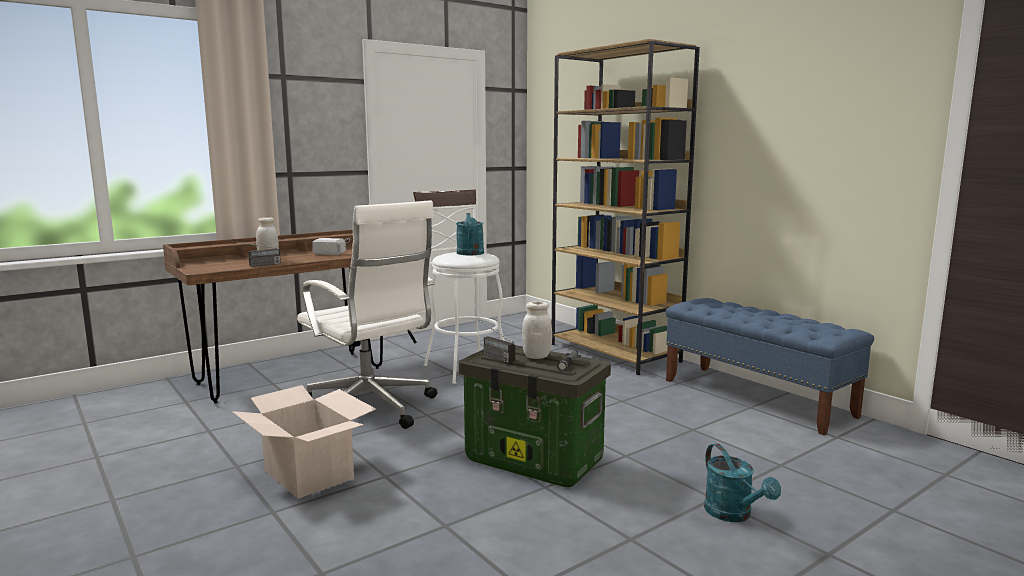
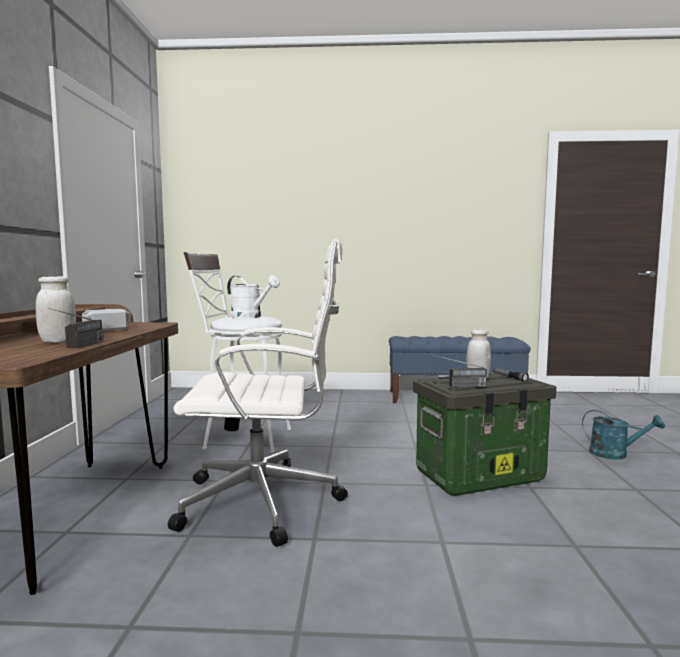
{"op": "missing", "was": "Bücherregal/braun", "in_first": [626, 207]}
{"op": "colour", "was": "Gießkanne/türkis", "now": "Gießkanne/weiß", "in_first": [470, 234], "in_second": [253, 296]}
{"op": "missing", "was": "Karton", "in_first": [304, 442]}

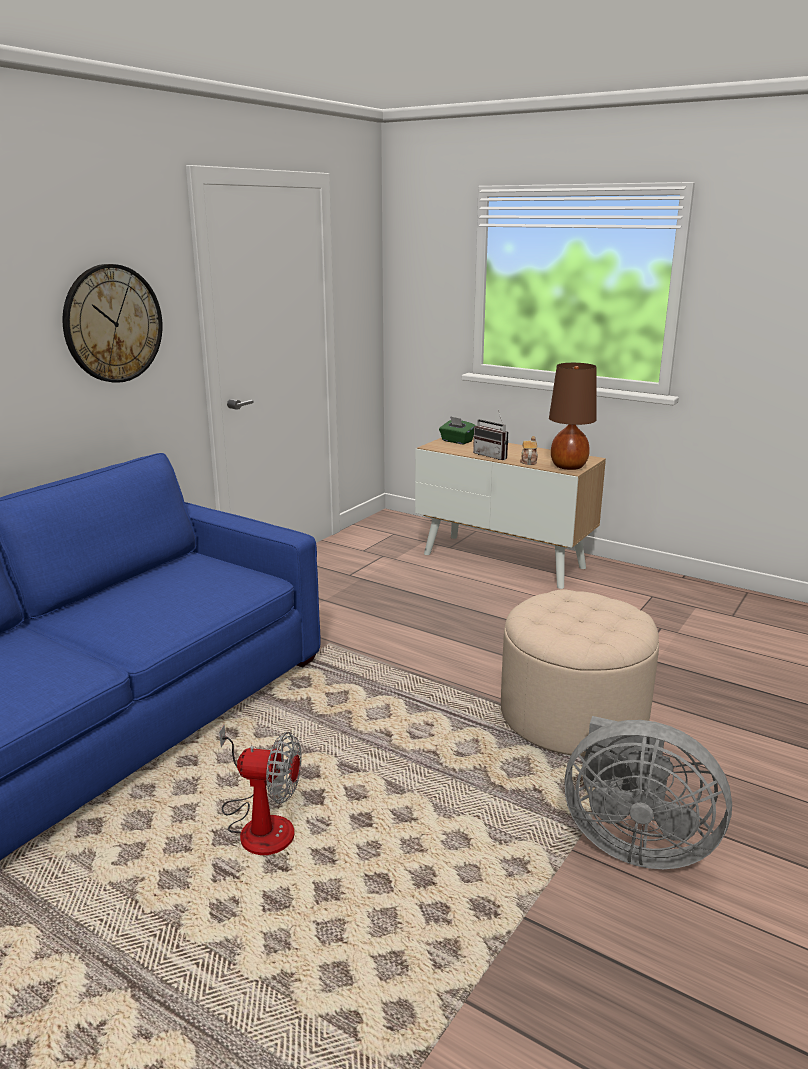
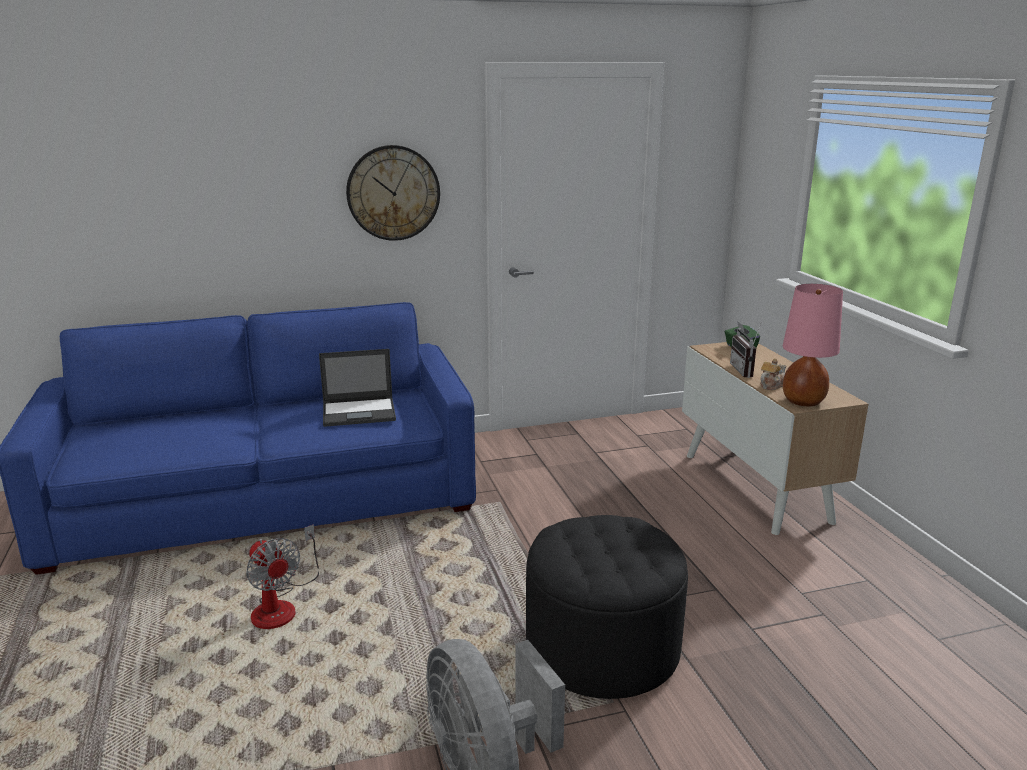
{"op": "colour", "was": "Tischlampe/braun", "now": "Tischlampe/rosa", "in_first": [573, 416], "in_second": [813, 345]}
{"op": "colour", "was": "Polsterhocker/beige", "now": "Polsterhocker/schwarz", "in_first": [580, 672], "in_second": [607, 607]}
{"op": "appeared", "now": "Laptop", "in_second": [357, 388]}

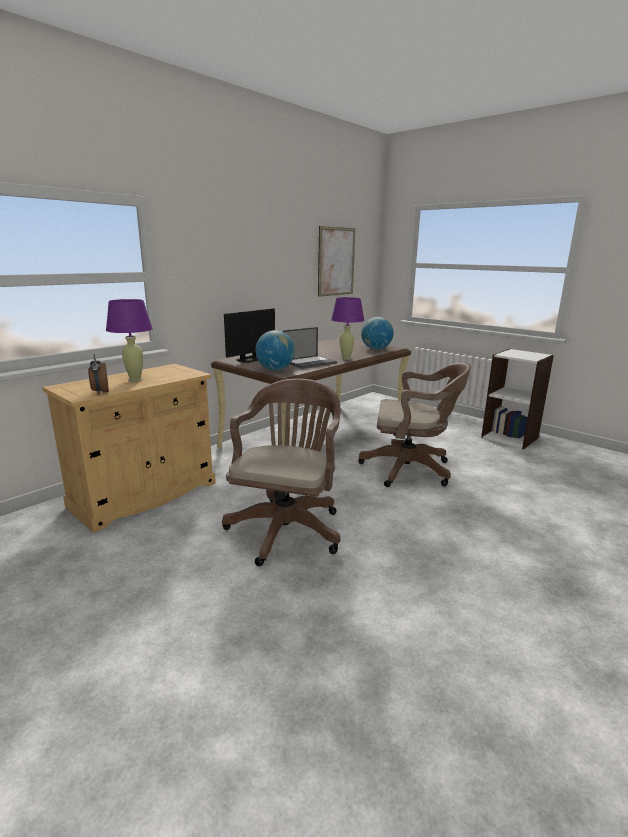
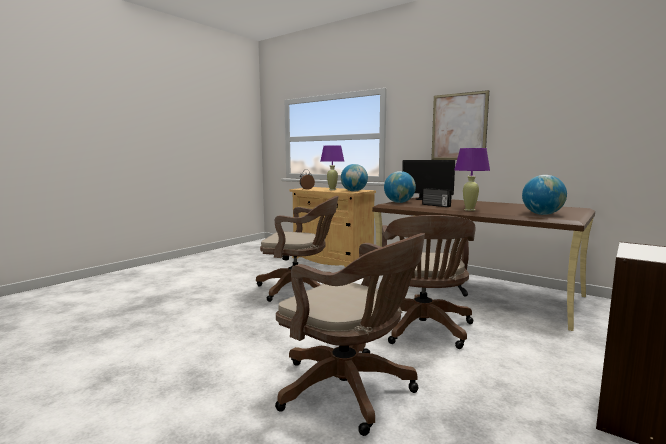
{"op": "relocated", "was": "Bild", "in_first": [336, 261], "in_second": [460, 125]}
{"op": "exchanged", "was": "Laptop", "now": "Radio", "in_first": [310, 348], "in_second": [437, 197]}
{"op": "appeared", "now": "Globus", "in_second": [354, 178]}
{"op": "appeared", "now": "Bürostuhl/braun", "in_second": [350, 334]}

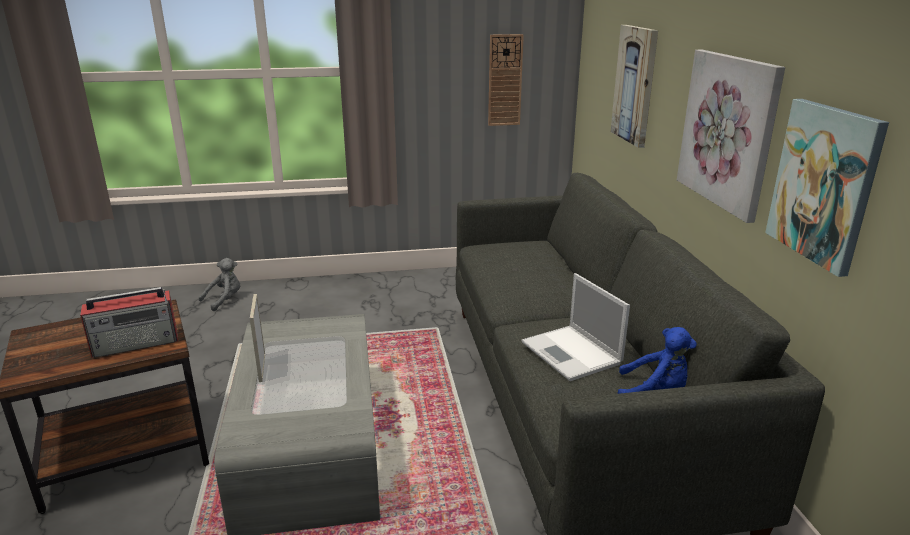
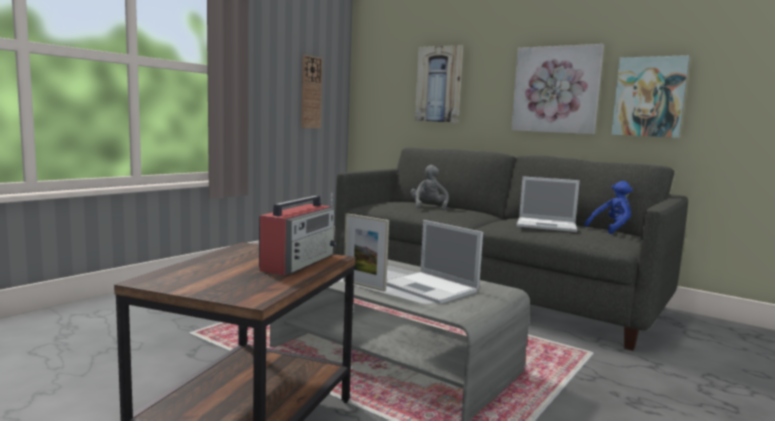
{"op": "relocated", "was": "Plüschtier/grau", "in_first": [219, 284], "in_second": [429, 188]}
{"op": "appeared", "now": "Laptop", "in_second": [434, 262]}

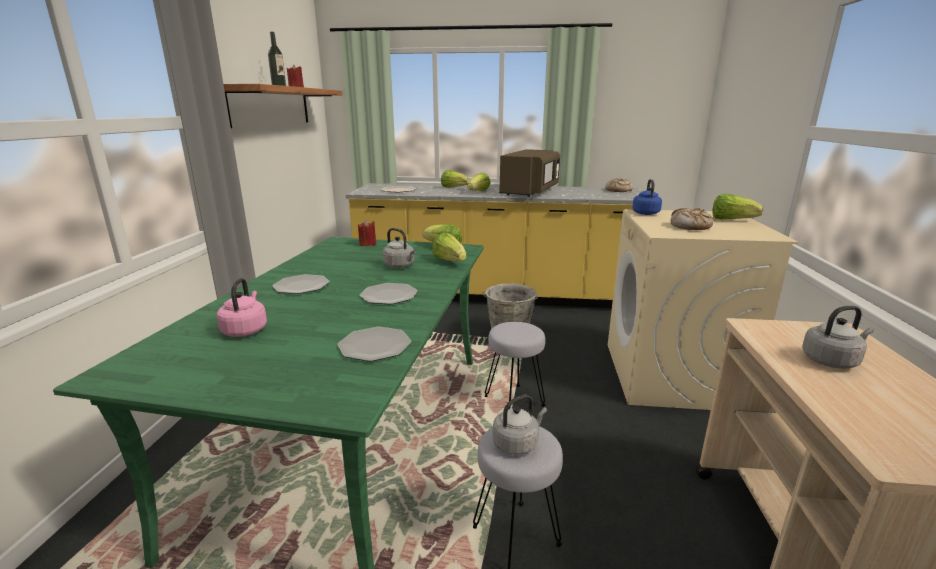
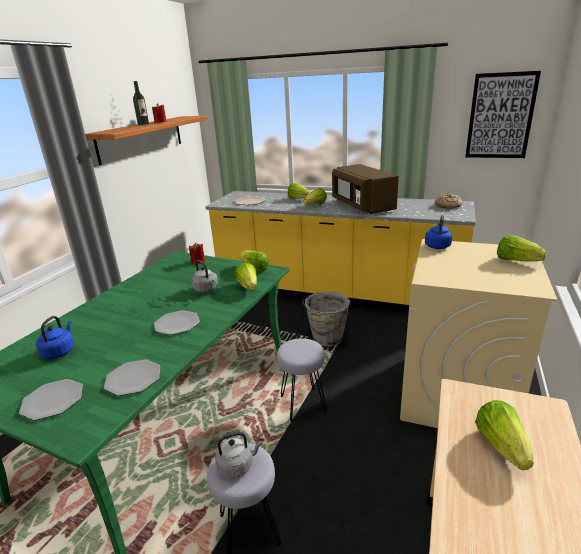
{"op": "spun", "was": "Mikrowelle/braun", "in_first": [529, 173], "in_second": [365, 189], "clockwise": 120}
{"op": "missing", "was": "Brot", "in_first": [691, 219]}
{"op": "relocated", "was": "Teller", "in_first": [301, 284], "in_second": [51, 399]}
{"op": "colour", "was": "Wasserkessel/rosa", "now": "Wasserkessel/blau", "in_first": [242, 307], "in_second": [55, 337]}
{"op": "exchanged", "was": "Wasserkessel/grau", "now": "Salatkopf", "in_first": [838, 337], "in_second": [504, 435]}
{"op": "appeared", "now": "Bild", "in_second": [503, 114]}

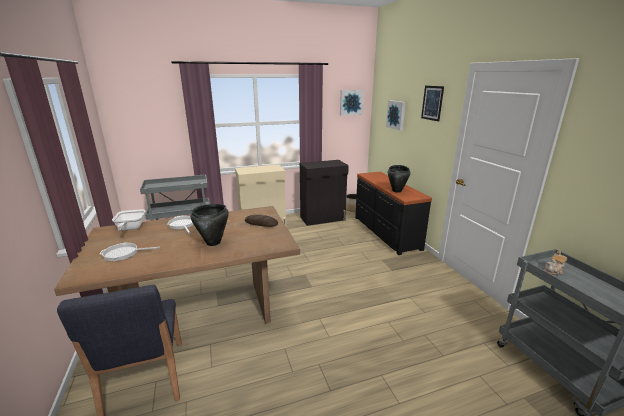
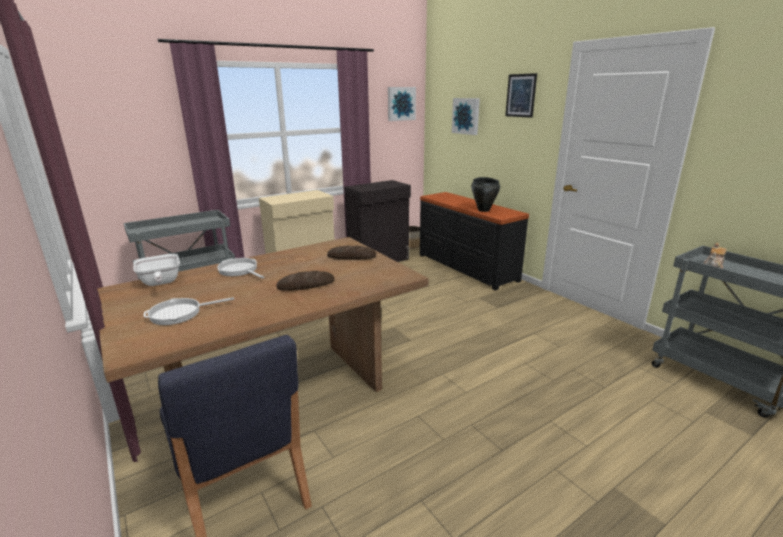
{"op": "exchanged", "was": "Kochtopf/schwarz", "now": "Brot", "in_first": [210, 225], "in_second": [305, 281]}

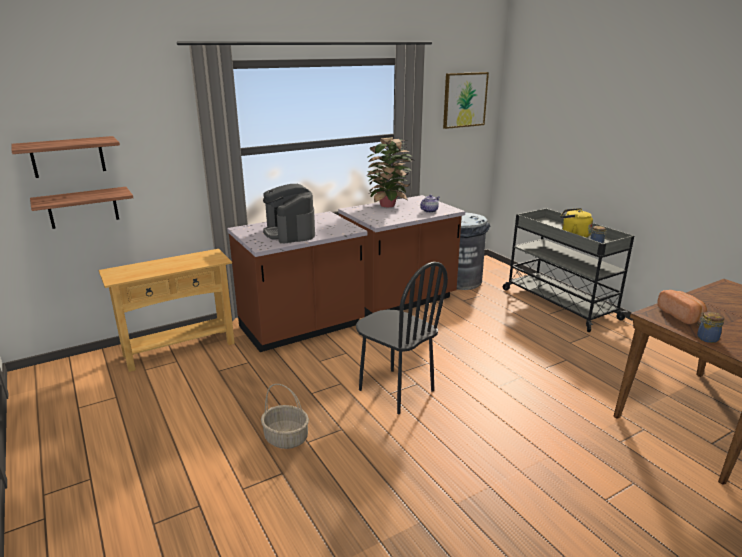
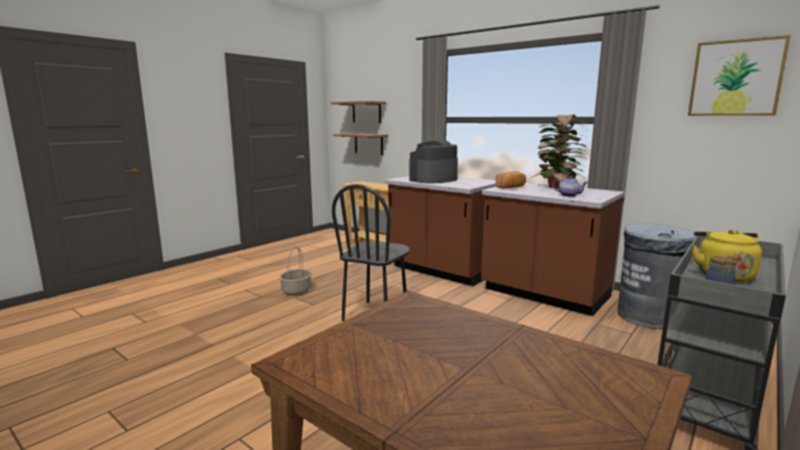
{"op": "relocated", "was": "Brot", "in_first": [682, 307], "in_second": [510, 179]}
{"op": "missing", "was": "Vorratsglas", "in_first": [710, 327]}

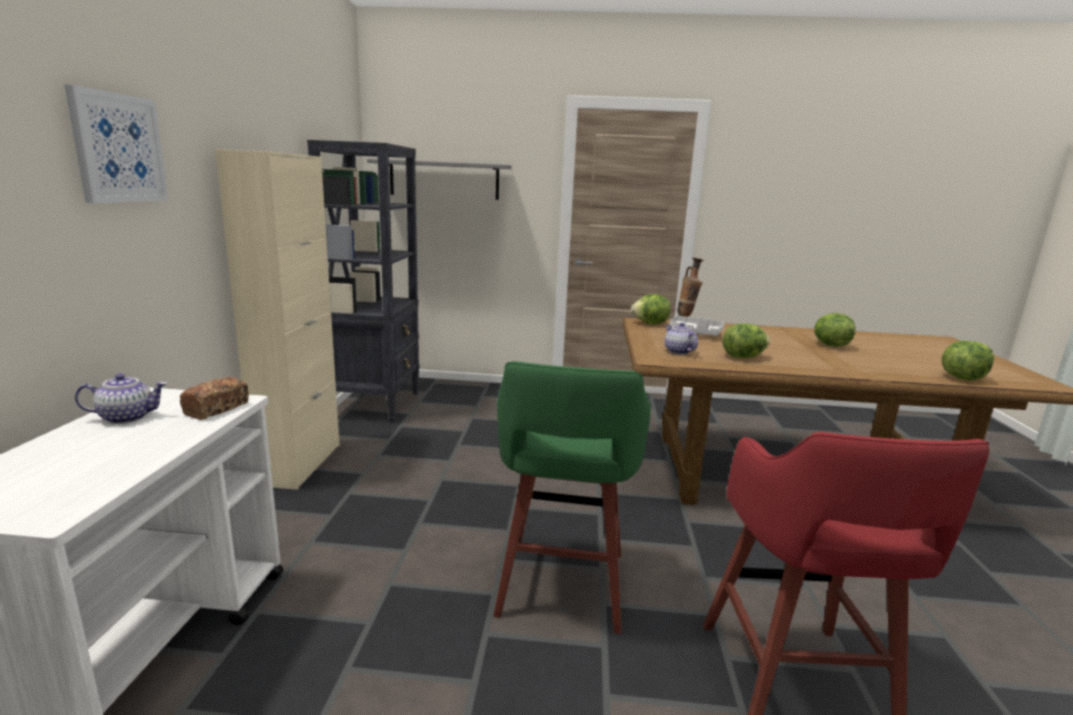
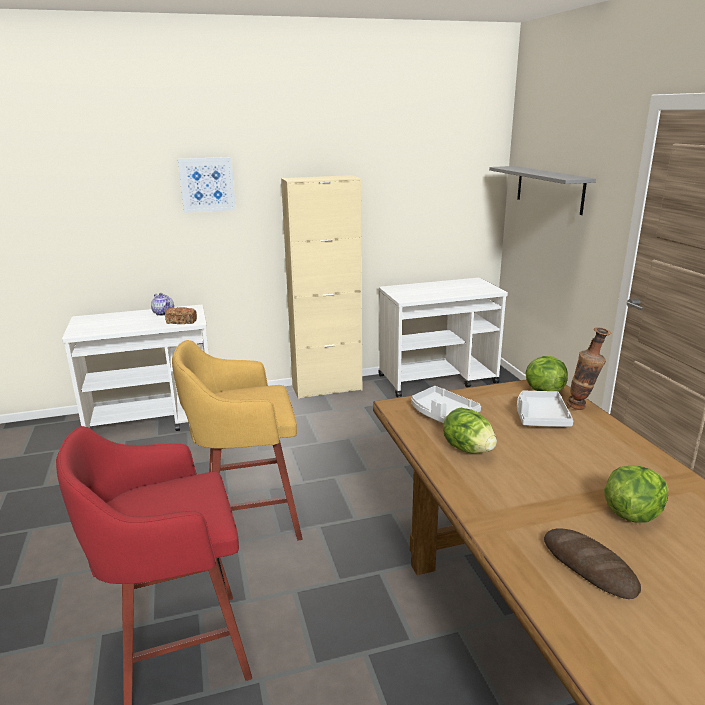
{"op": "exchanged", "was": "Bücherregal/schwarz", "now": "Rollwagen/weiß", "in_first": [363, 281], "in_second": [443, 337]}
{"op": "exchanged", "was": "Teekanne", "now": "Tablett/grau", "in_first": [681, 339], "in_second": [446, 404]}
{"op": "missing", "was": "Salatkopf", "in_first": [968, 361]}
{"op": "colour", "was": "Hocker/grün", "now": "Hocker/gelb", "in_first": [572, 497], "in_second": [237, 440]}
{"op": "appeared", "now": "Brot", "in_second": [592, 563]}

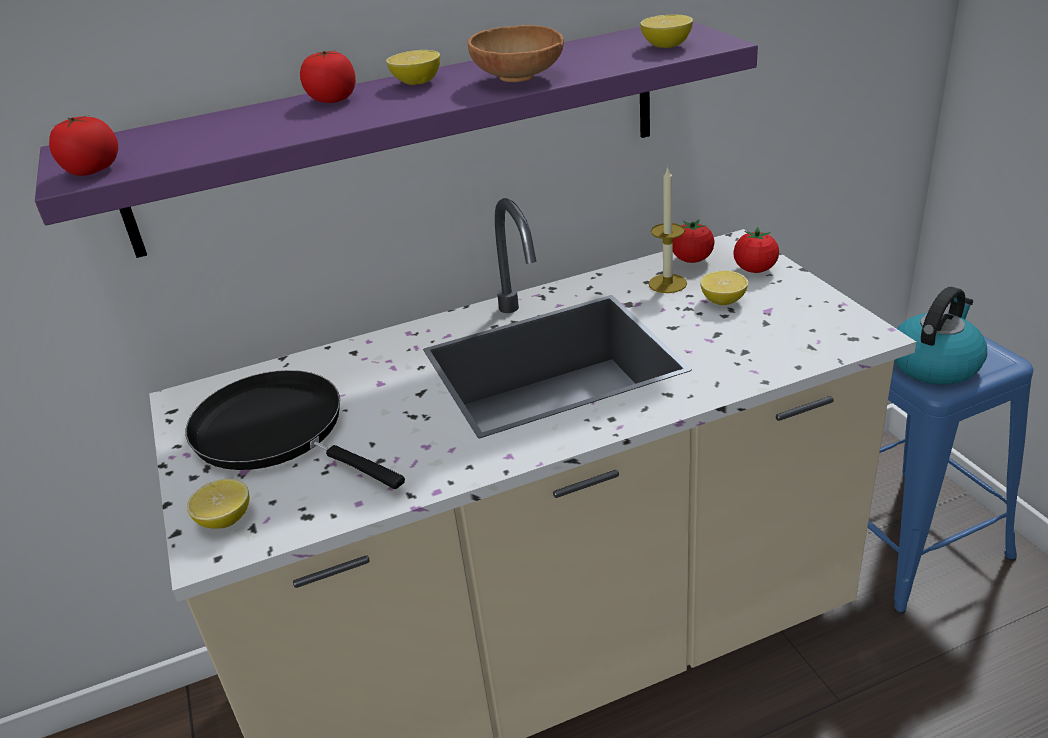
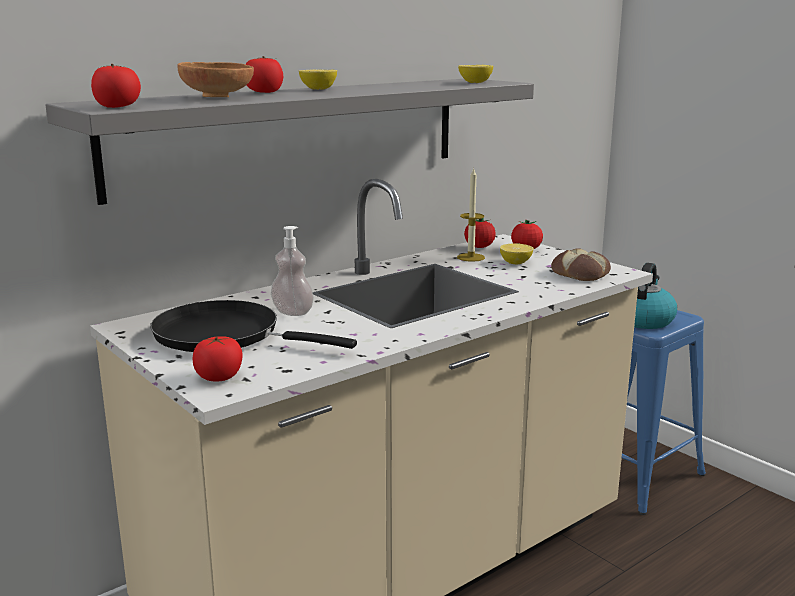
{"op": "colour", "was": "Wandregal/lila", "now": "Wandregal/grau", "in_first": [396, 139], "in_second": [290, 142]}
{"op": "relocated", "was": "Schüssel/braun", "in_first": [516, 53], "in_second": [216, 79]}
{"op": "exchanged", "was": "Zitrone", "now": "Tomate", "in_first": [218, 504], "in_second": [218, 358]}
{"op": "appeared", "now": "Seifenspender", "in_second": [292, 271]}
{"op": "appeared", "now": "Brot", "in_second": [581, 264]}

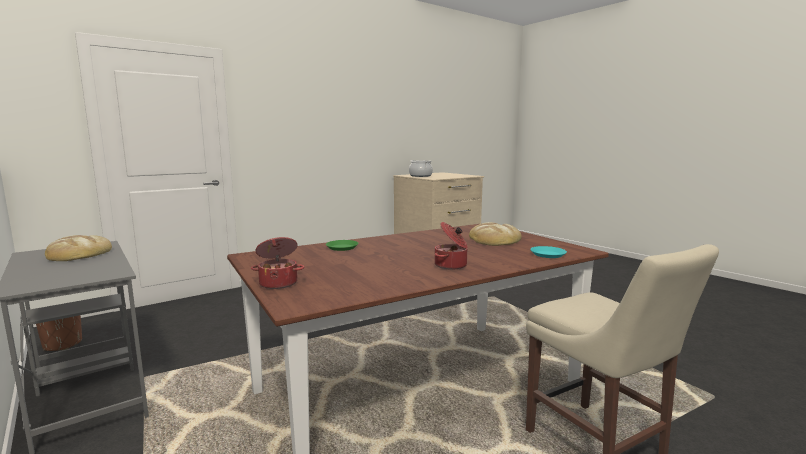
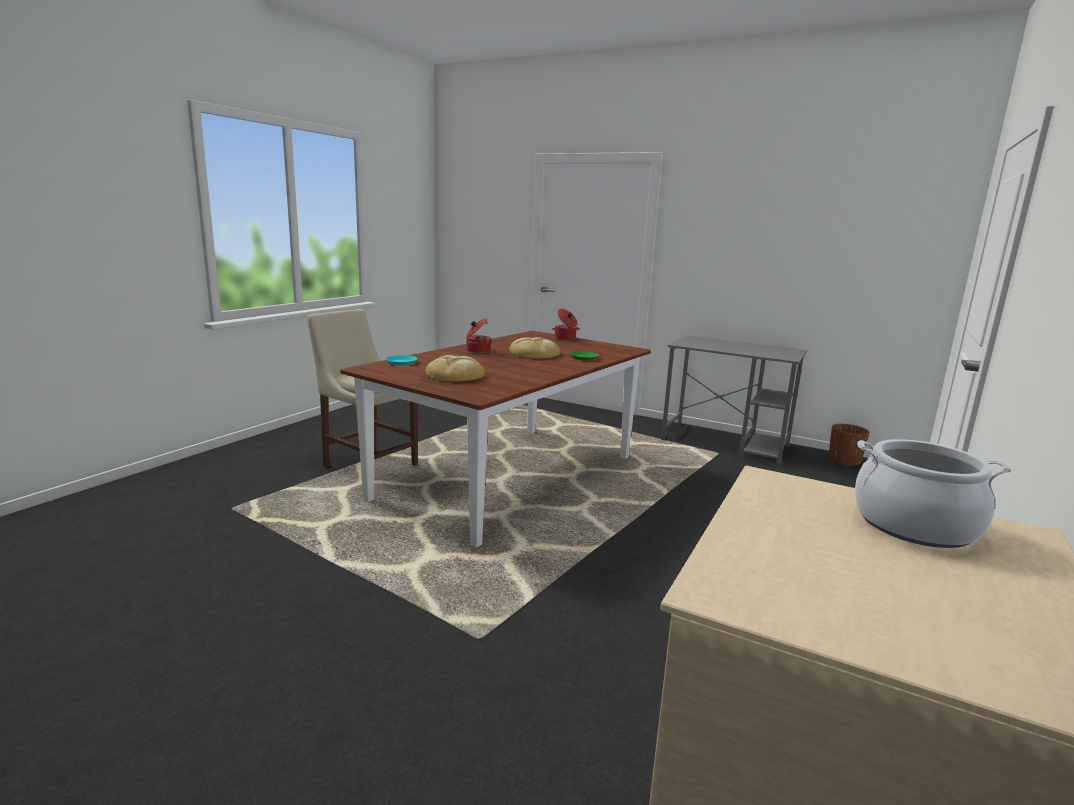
{"op": "relocated", "was": "Brot", "in_first": [78, 248], "in_second": [535, 348]}

